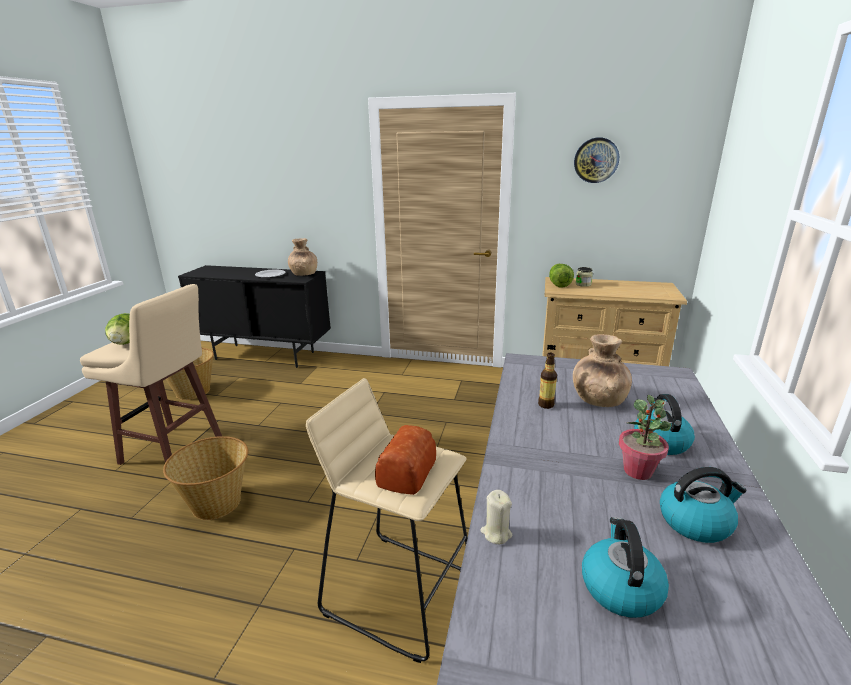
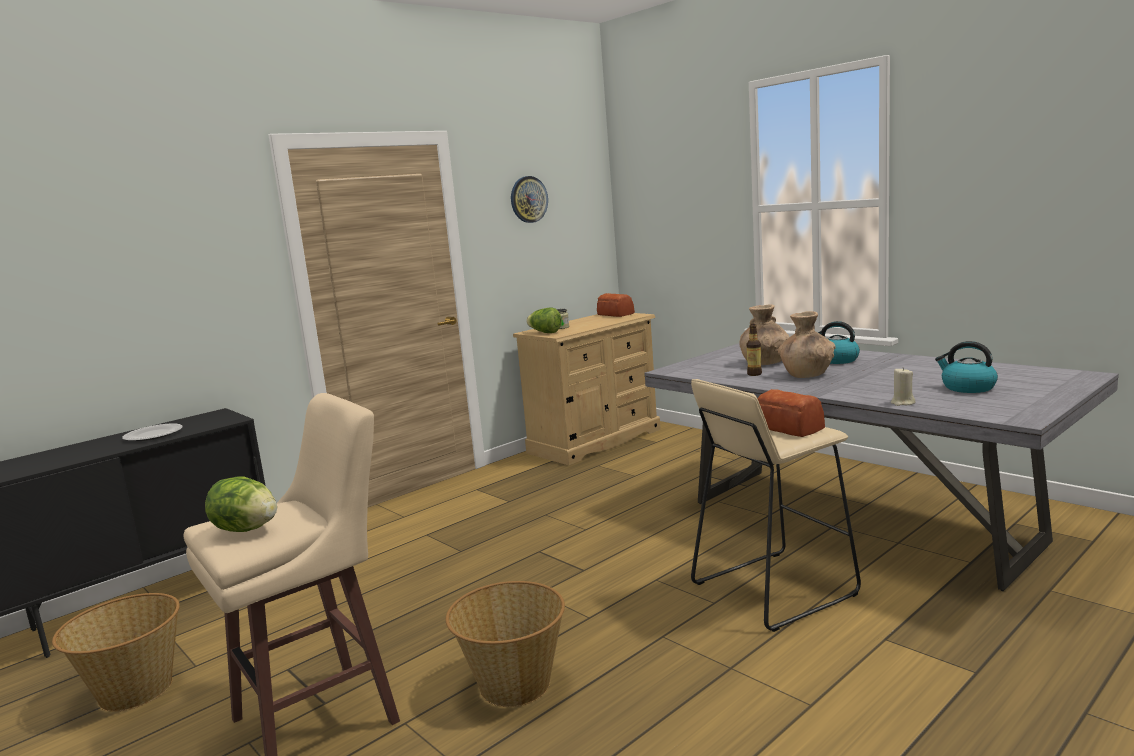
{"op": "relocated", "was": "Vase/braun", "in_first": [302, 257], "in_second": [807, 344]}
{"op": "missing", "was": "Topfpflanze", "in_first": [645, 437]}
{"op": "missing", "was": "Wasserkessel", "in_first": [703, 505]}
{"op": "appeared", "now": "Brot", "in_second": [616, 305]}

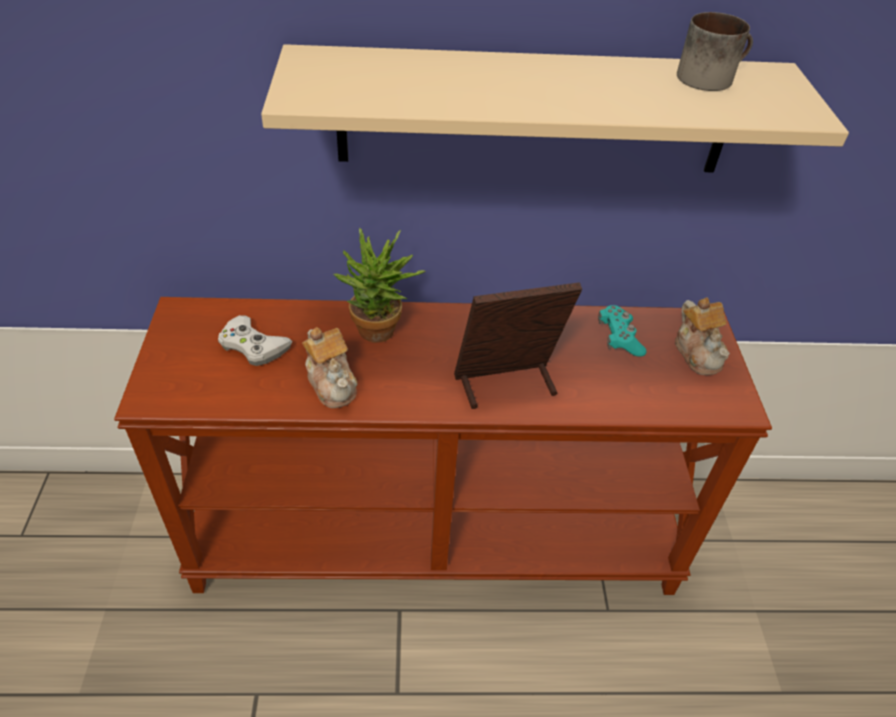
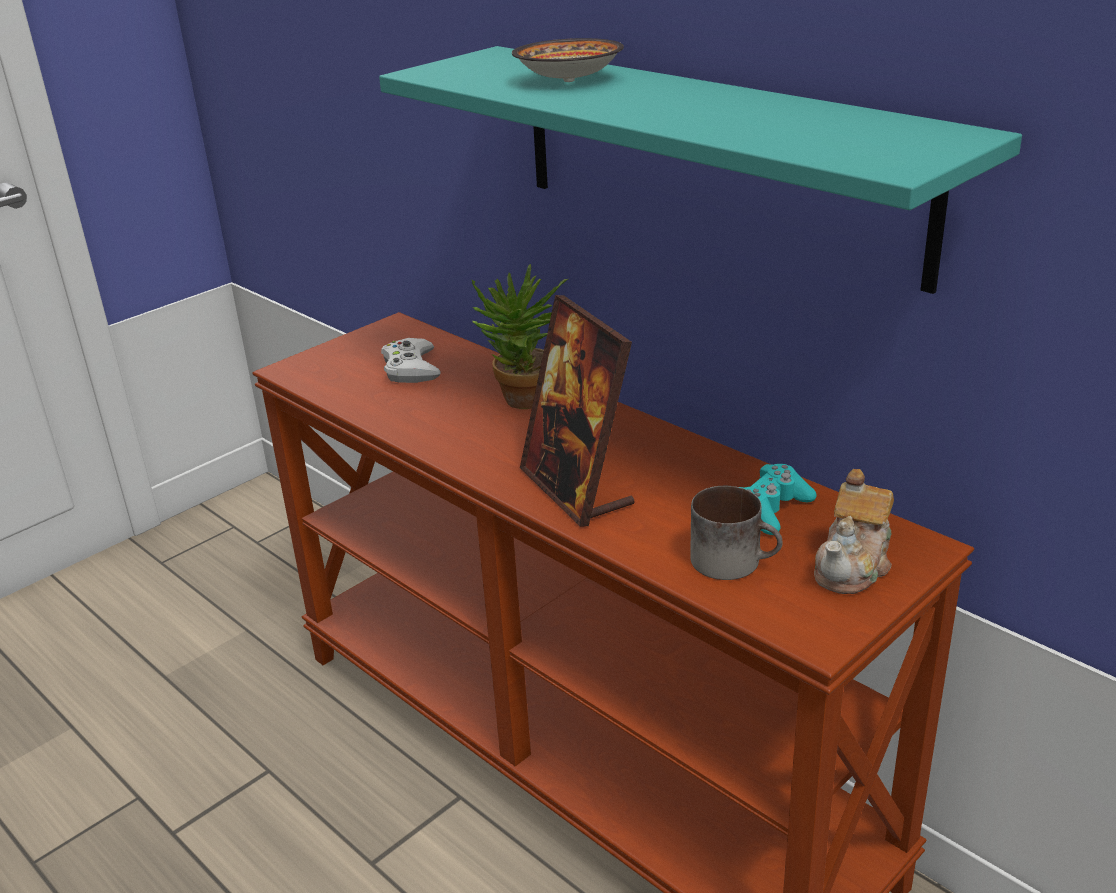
{"op": "relocated", "was": "Henkelbecher", "in_first": [715, 51], "in_second": [736, 533]}
{"op": "colour", "was": "Wandregal/beige", "now": "Wandregal/türkis", "in_first": [555, 108], "in_second": [700, 170]}
{"op": "spun", "was": "Bilderrahmen", "in_first": [518, 345], "in_second": [577, 411], "clockwise": -150}
{"op": "missing", "was": "Teekanne", "in_first": [330, 367]}
{"op": "appeared", "now": "Schüssel", "in_second": [568, 60]}

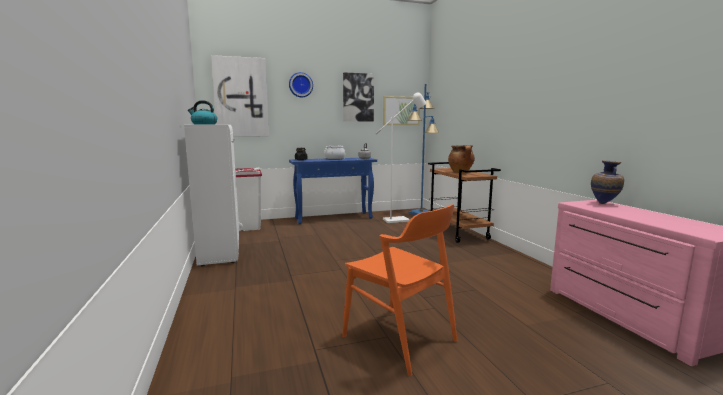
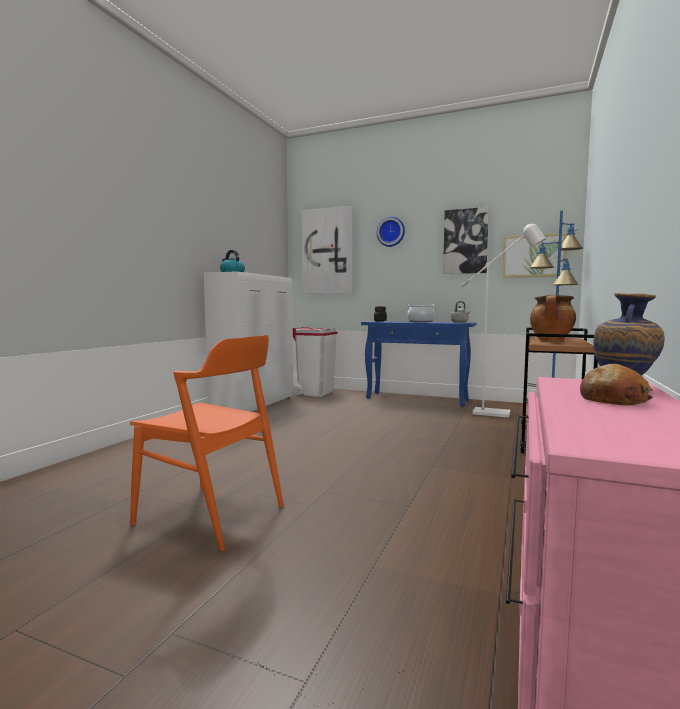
{"op": "spun", "was": "Stuhl/orange", "in_first": [400, 290], "in_second": [207, 443], "clockwise": -60}
{"op": "appeared", "now": "Brot", "in_second": [616, 384]}

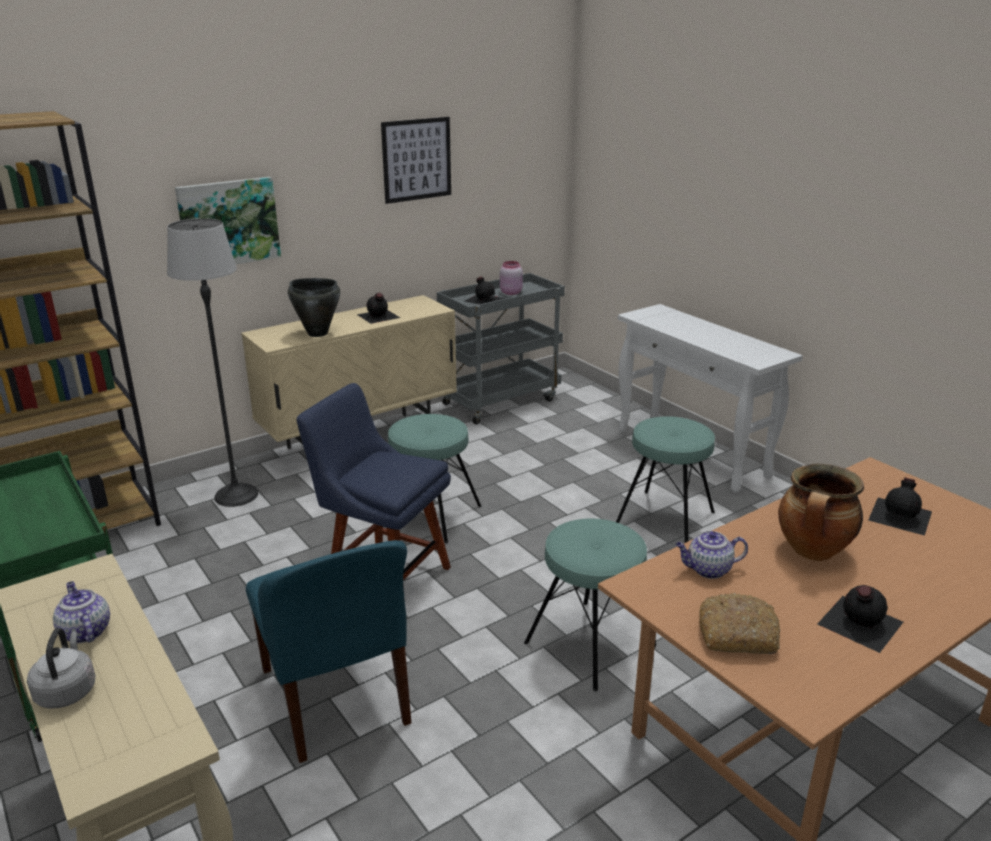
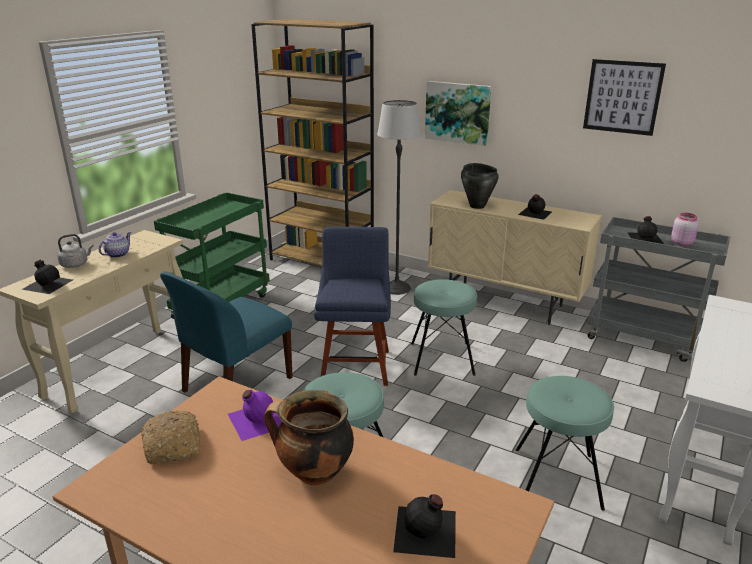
{"op": "exchanged", "was": "Teekanne", "now": "Flasche/lila", "in_first": [712, 555], "in_second": [254, 415]}
{"op": "relocated", "was": "Flasche/schwarz", "in_first": [860, 619], "in_second": [47, 277]}

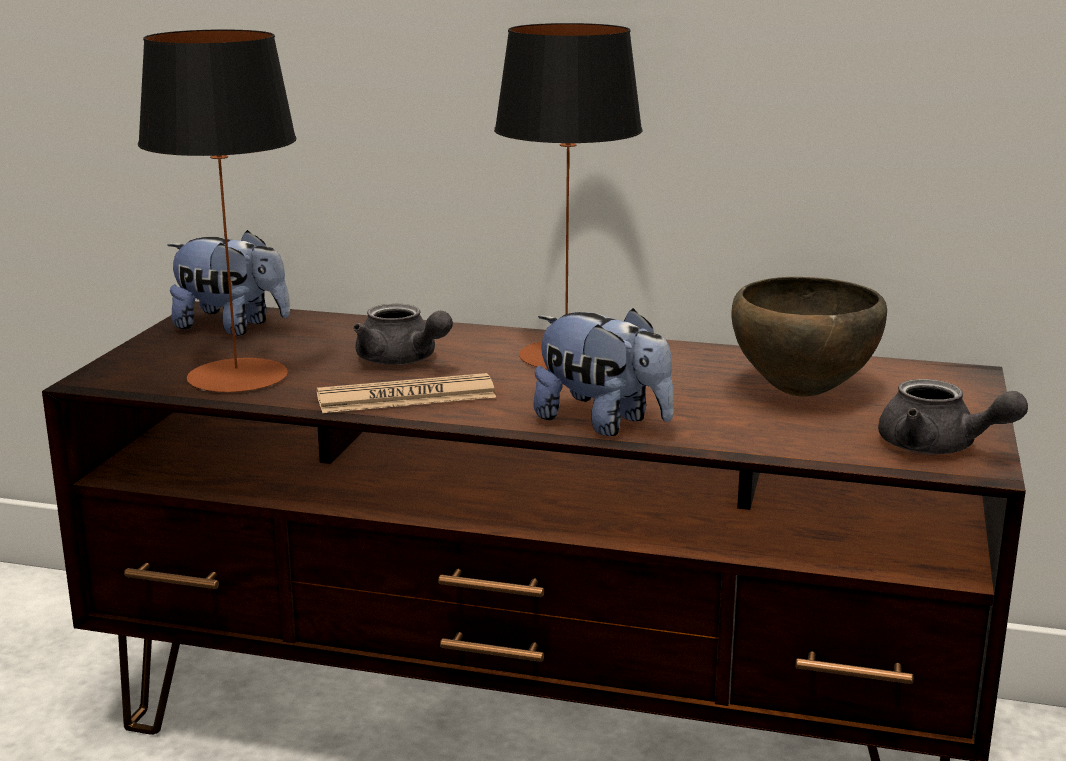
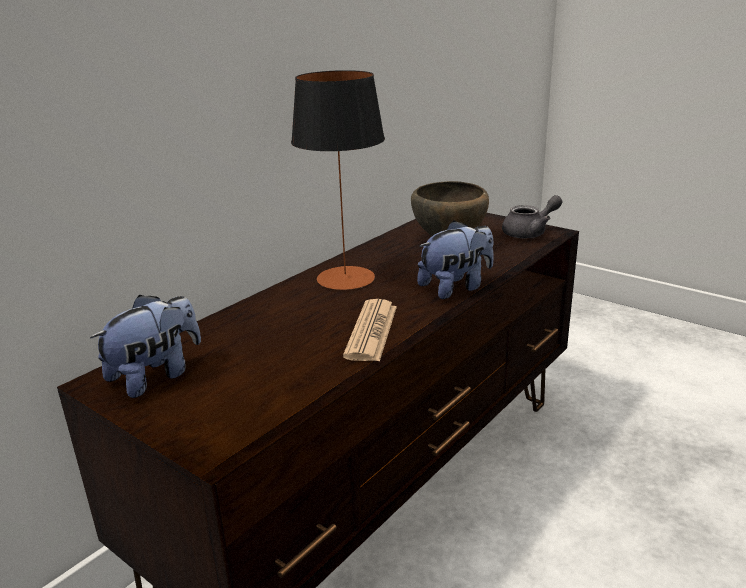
{"op": "missing", "was": "Tischlampe", "in_first": [217, 210]}
{"op": "missing", "was": "Teekanne/grau", "in_first": [403, 334]}

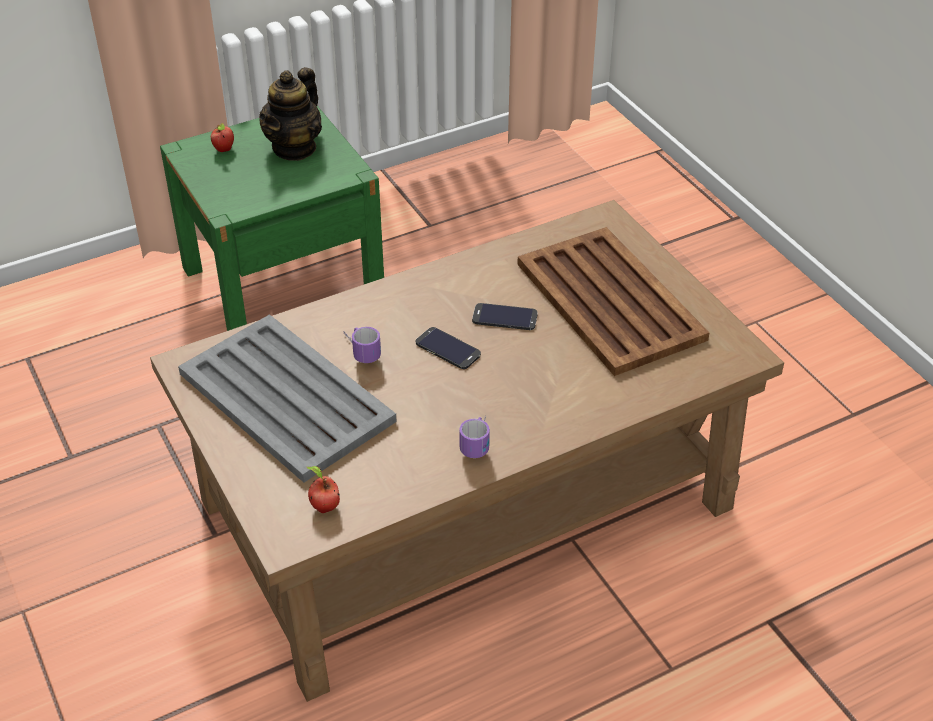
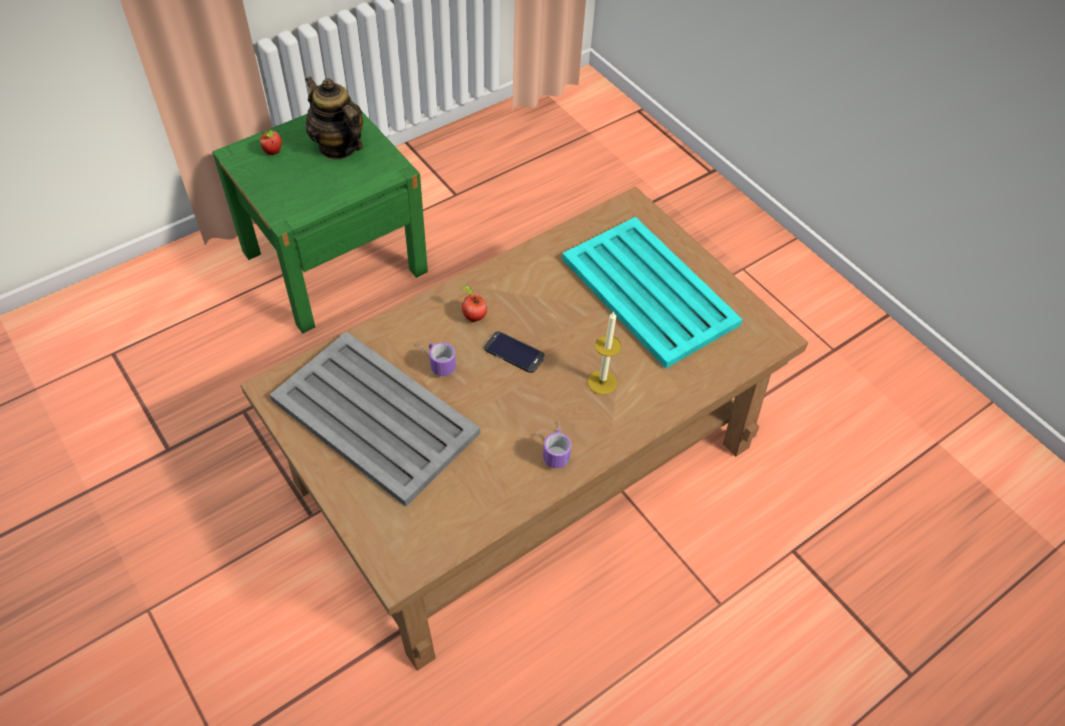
{"op": "spun", "was": "Teekanne", "in_first": [290, 114], "in_second": [334, 117], "clockwise": 120}
{"op": "colour", "was": "Tablett/braun", "now": "Tablett/türkis", "in_first": [613, 301], "in_second": [652, 293]}
{"op": "missing", "was": "Handy", "in_first": [505, 316]}
{"op": "relocated", "was": "Apfel", "in_first": [323, 489], "in_second": [473, 304]}
{"op": "appeared", "now": "Kerze", "in_second": [605, 353]}

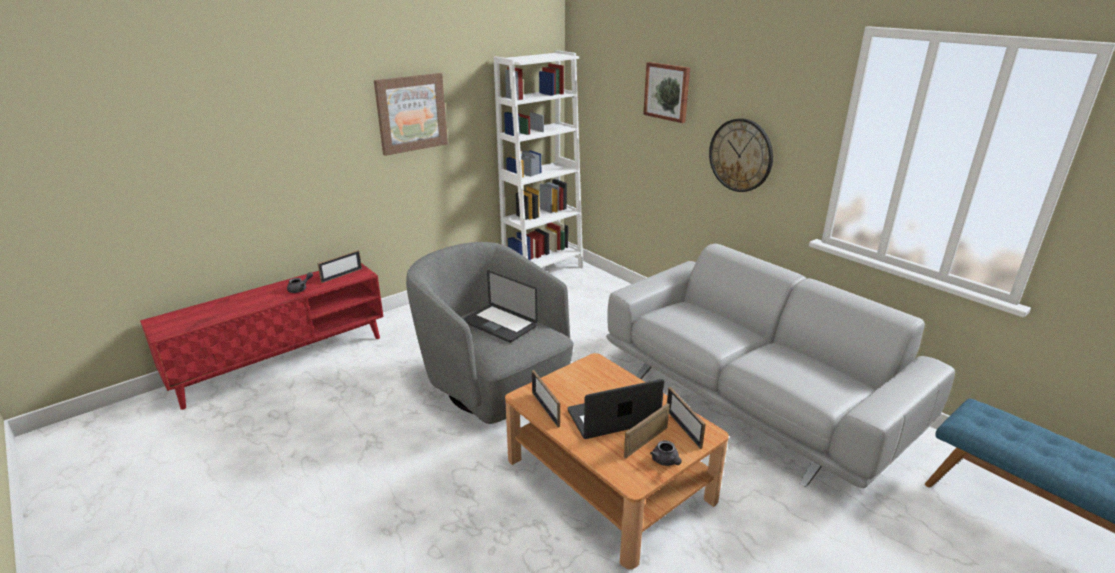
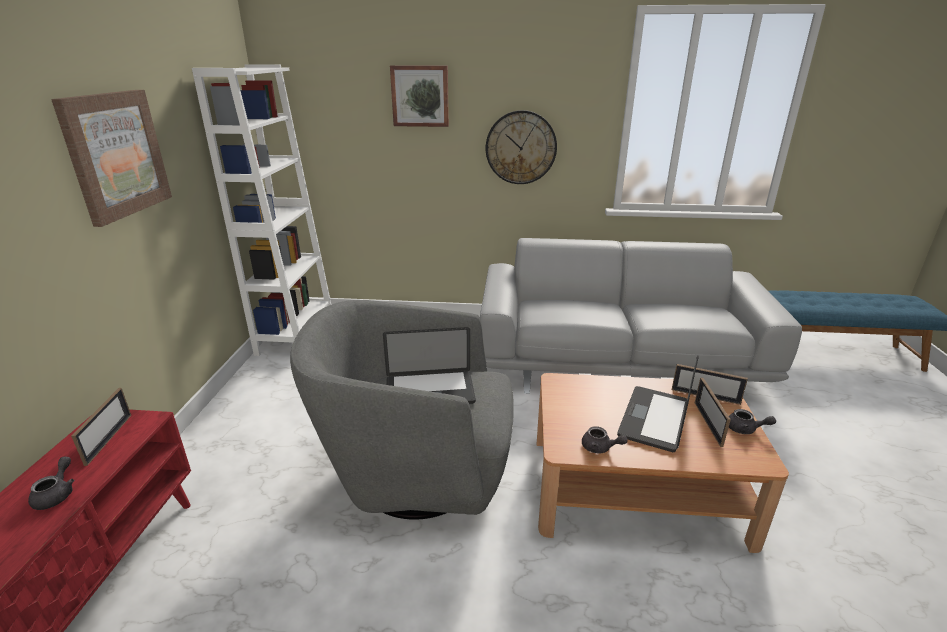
{"op": "exchanged", "was": "Bilderrahmen", "now": "Teekanne/grau", "in_first": [546, 398], "in_second": [605, 439]}

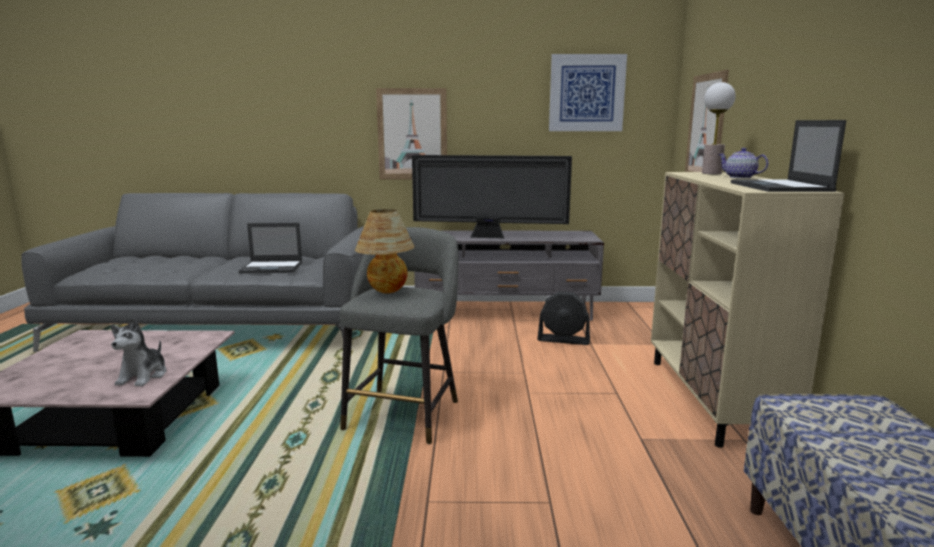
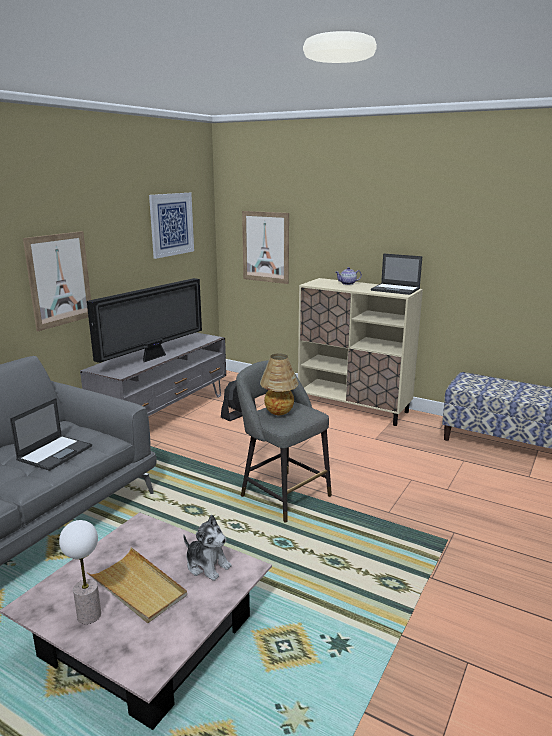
{"op": "relocated", "was": "Tischlampe", "in_first": [719, 128], "in_second": [80, 572]}
{"op": "appeared", "now": "Tablett/beige", "in_second": [137, 585]}

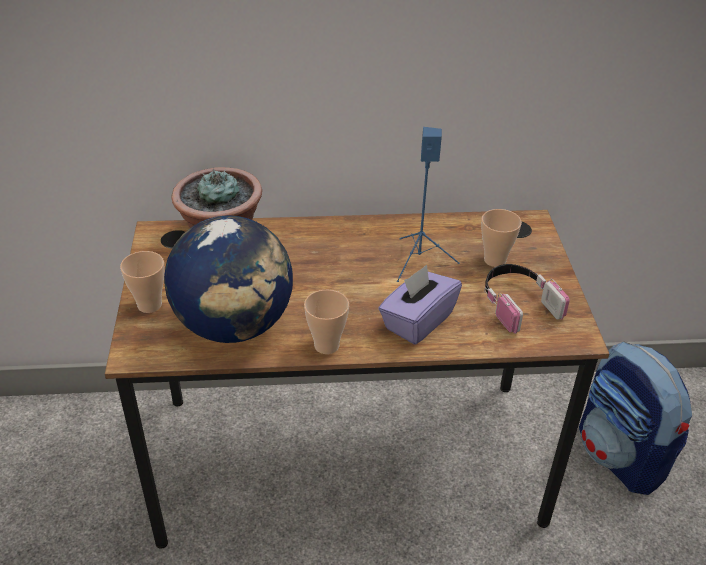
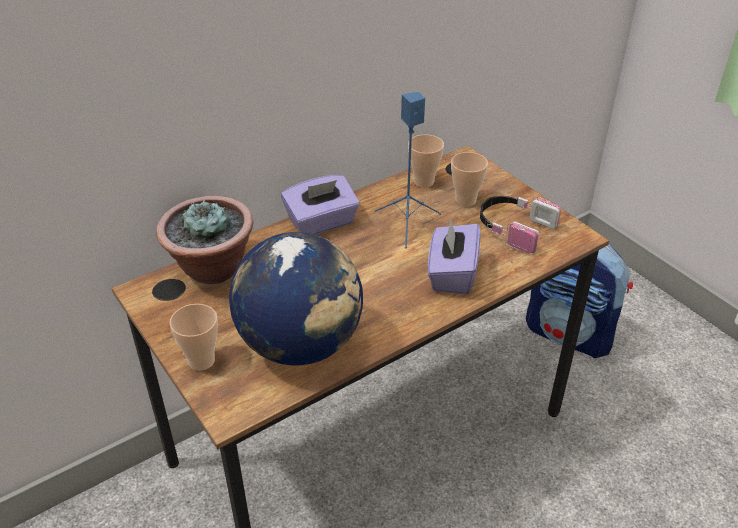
{"op": "relocated", "was": "Tasse", "in_first": [326, 322], "in_second": [426, 161]}
{"op": "appeared", "now": "Taschentuchbox/lila", "in_second": [320, 205]}

